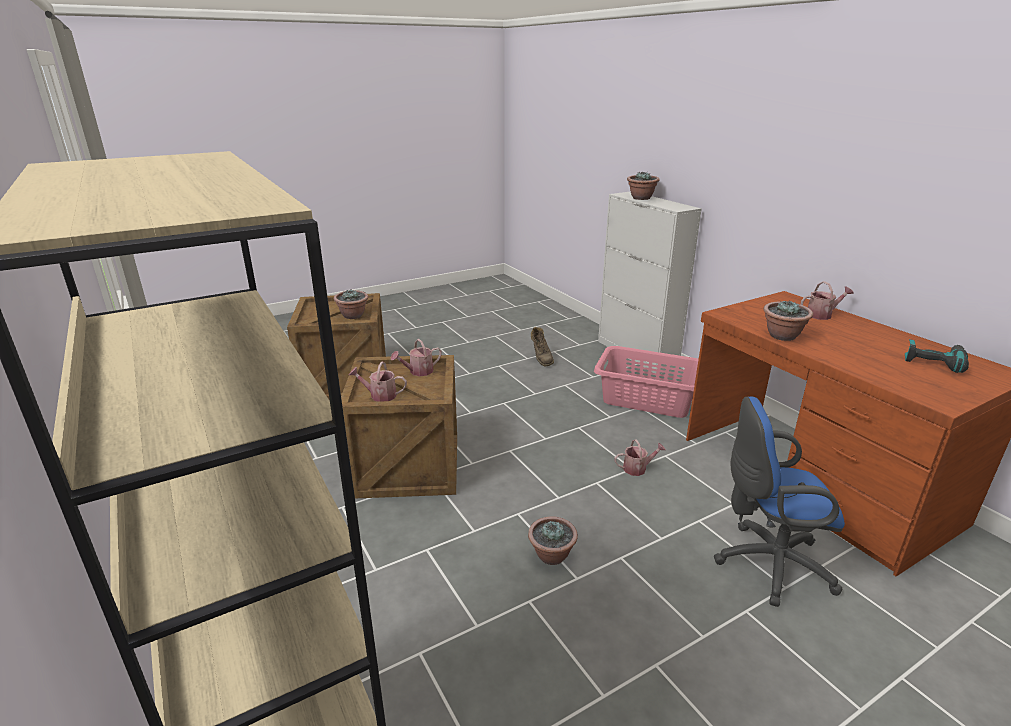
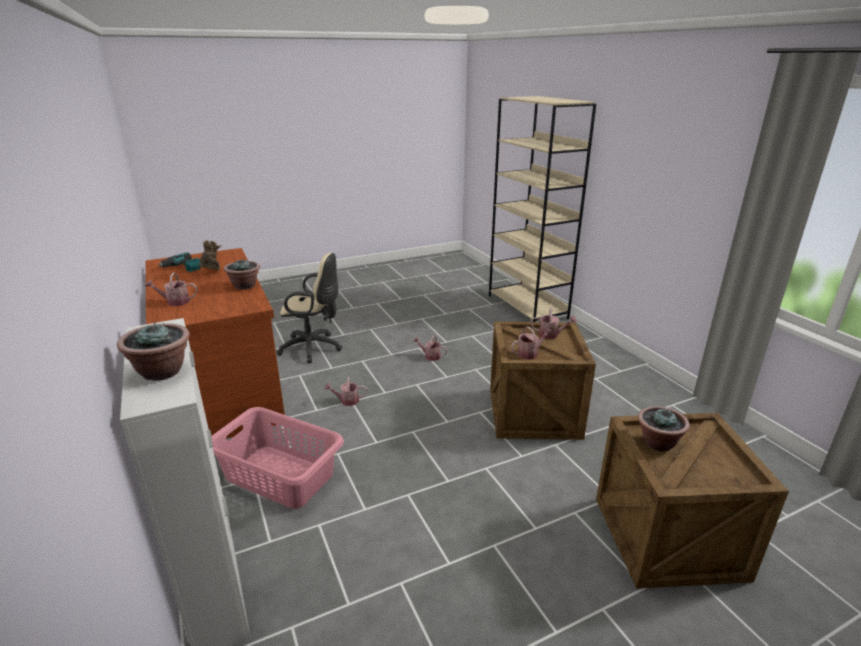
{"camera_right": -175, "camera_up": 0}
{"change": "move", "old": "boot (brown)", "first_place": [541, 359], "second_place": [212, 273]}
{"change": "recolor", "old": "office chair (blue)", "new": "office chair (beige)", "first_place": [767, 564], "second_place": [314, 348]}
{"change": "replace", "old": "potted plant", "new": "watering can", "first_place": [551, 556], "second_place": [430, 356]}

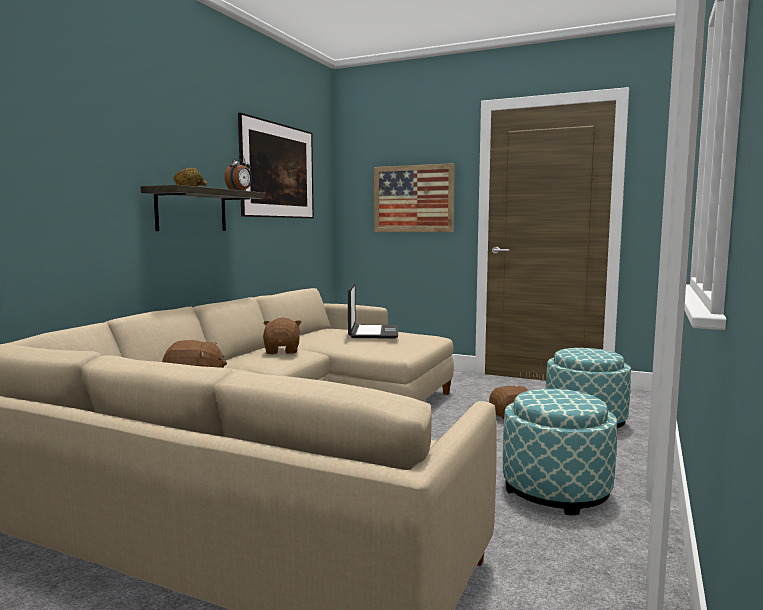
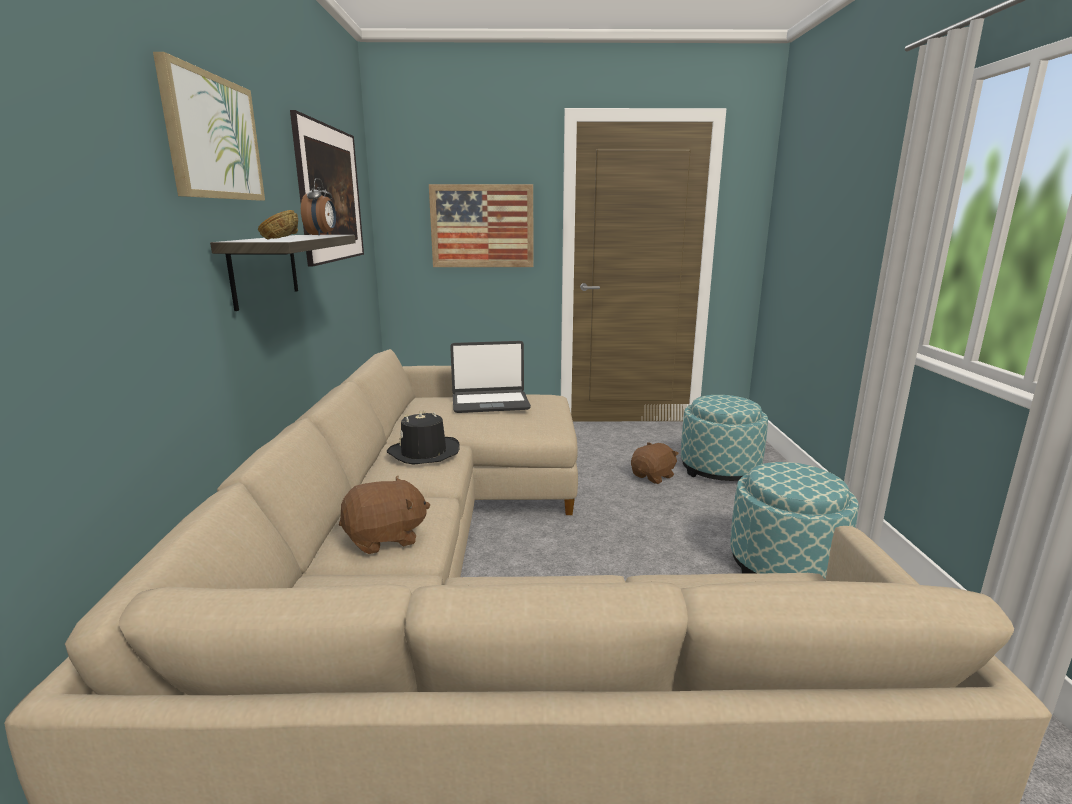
{"camera_right": -25, "camera_up": 10}
{"change": "rotate", "old": "laptop", "first_place": [373, 333], "second_place": [490, 403], "degrees": 105}
{"change": "replace", "old": "plush toy (brown)", "new": "hat (black)", "first_place": [282, 351], "second_place": [423, 453]}
{"change": "insert", "new": "picture", "second_place": [213, 137]}

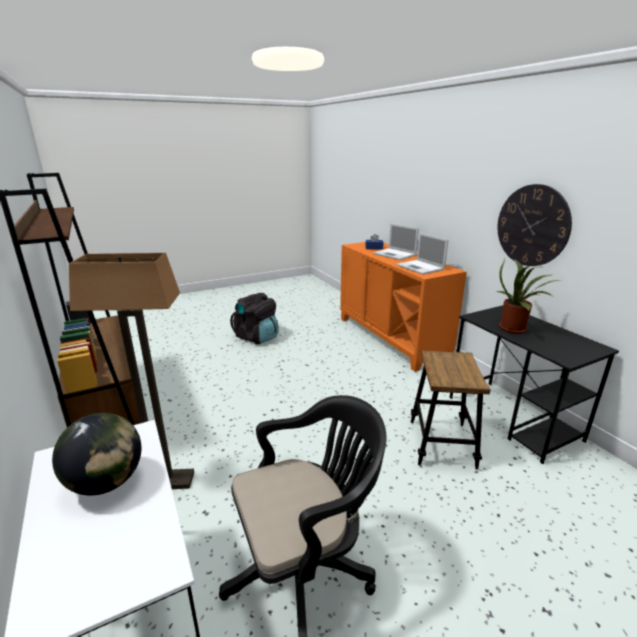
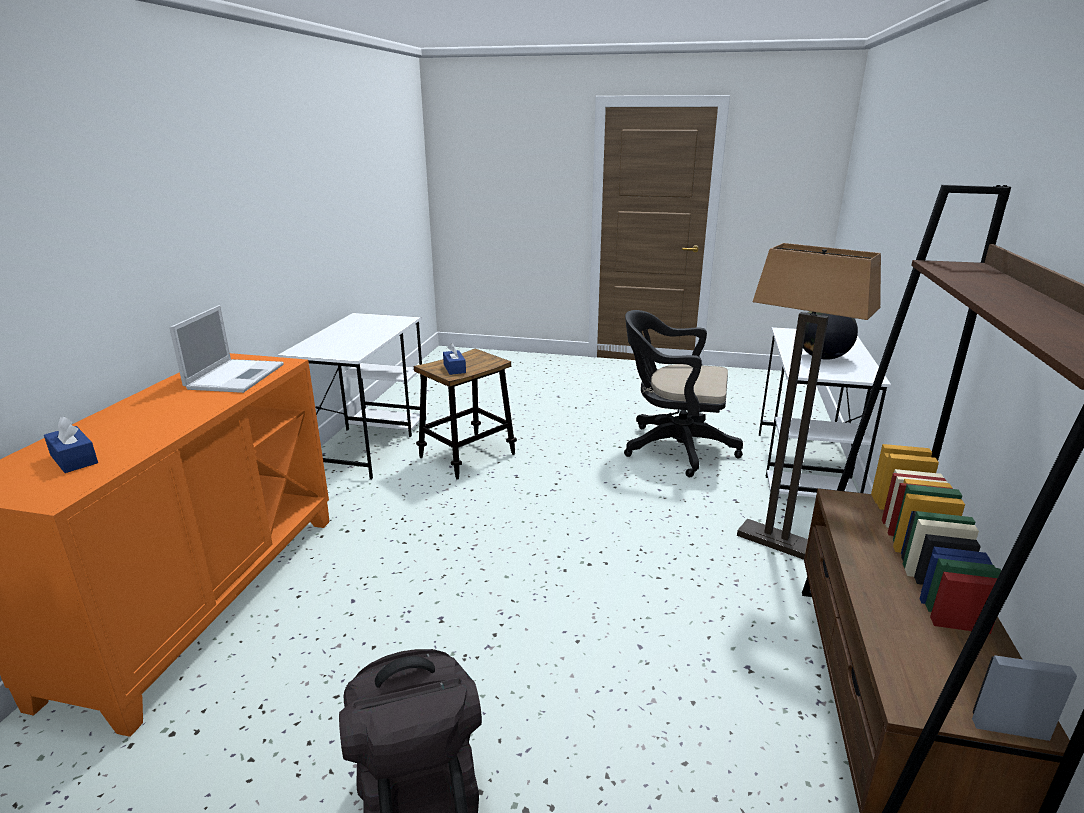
{"camera_right": -140, "camera_up": 0}
{"change": "delete", "old": "wall clock", "first_place": [532, 226]}
{"change": "delete", "old": "laptop", "first_place": [395, 254]}
{"change": "delete", "old": "potted plant", "first_place": [515, 329]}
{"change": "recolor", "old": "desk (black)", "new": "desk (white)", "first_place": [513, 418], "second_place": [368, 442]}
{"change": "insert", "new": "tissue box (blue)", "second_place": [454, 368]}

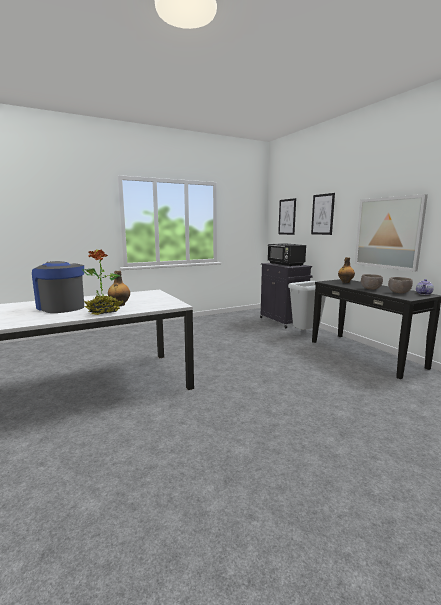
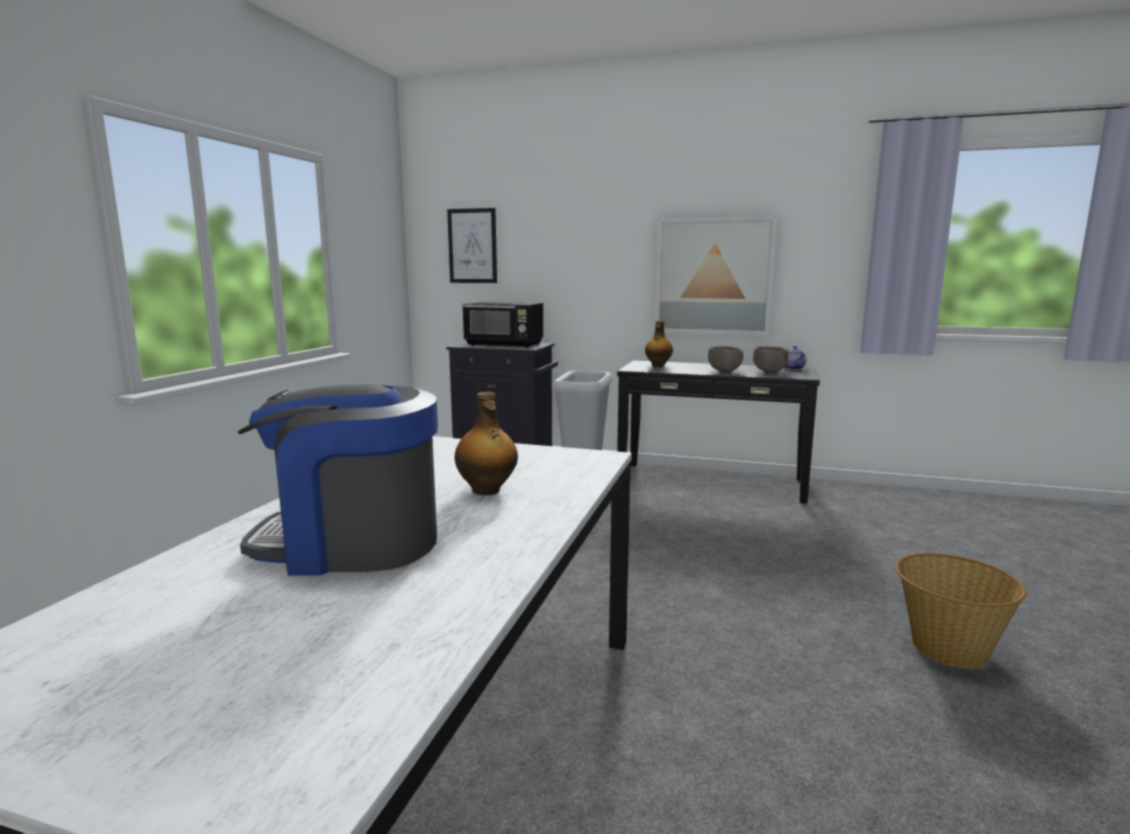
{"camera_right": -45, "camera_up": 0}
{"change": "delete", "old": "picture", "first_place": [322, 214]}
{"change": "delete", "old": "potted plant", "first_place": [104, 312]}
{"change": "insert", "new": "basket", "second_place": [947, 648]}

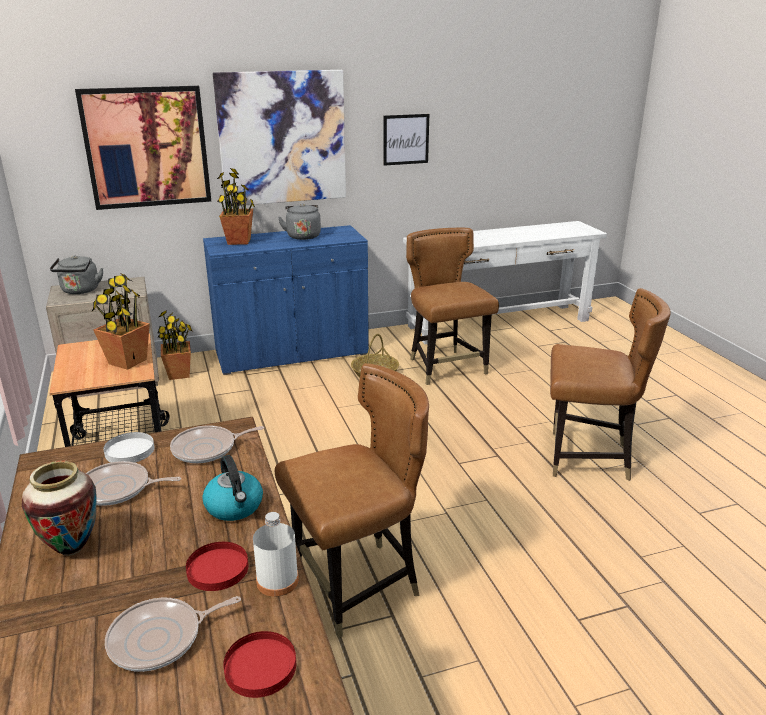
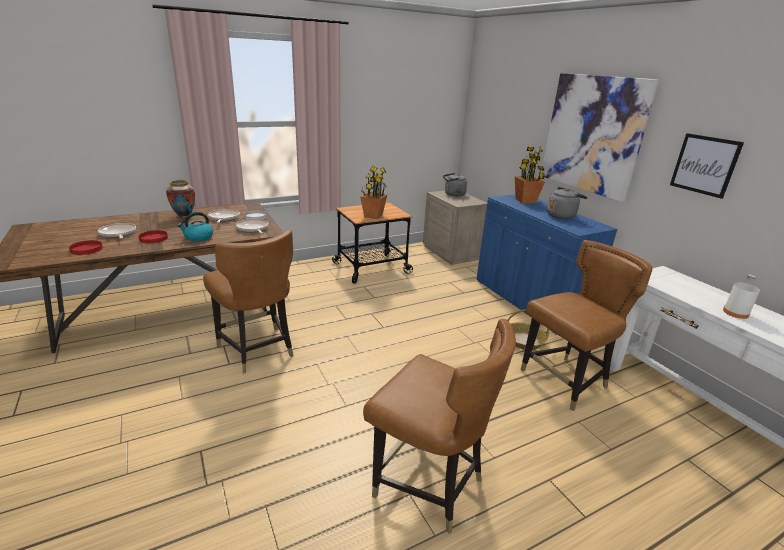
{"camera_right": 80, "camera_up": 0}
{"change": "delete", "old": "picture", "first_place": [146, 147]}
{"change": "rotate", "old": "chair (brown)", "first_place": [588, 457], "second_place": [429, 484], "degrees": -60}
{"change": "delete", "old": "potted plant", "first_place": [179, 374]}
{"change": "move", "old": "bottle (white)", "first_place": [277, 581], "second_place": [735, 313]}

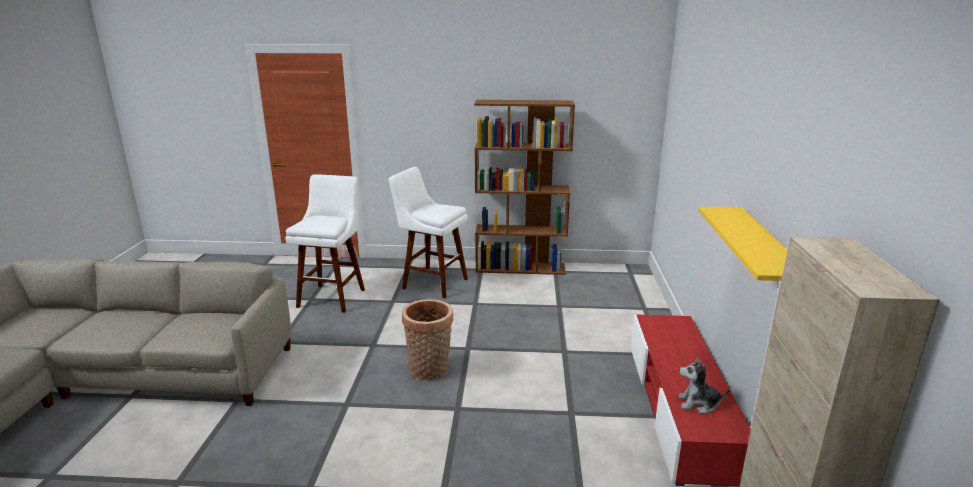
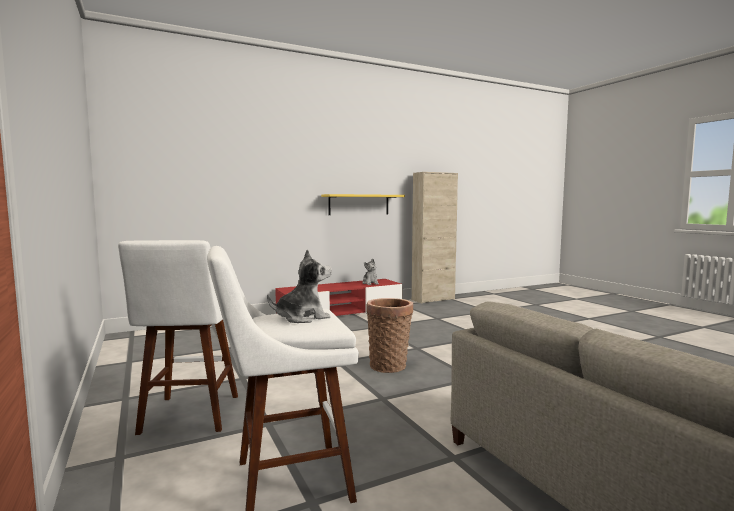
{"camera_right": -120, "camera_up": -15}
{"change": "delete", "old": "bookcase (brown)", "first_place": [521, 268]}
{"change": "insert", "new": "plush toy", "second_place": [302, 318]}

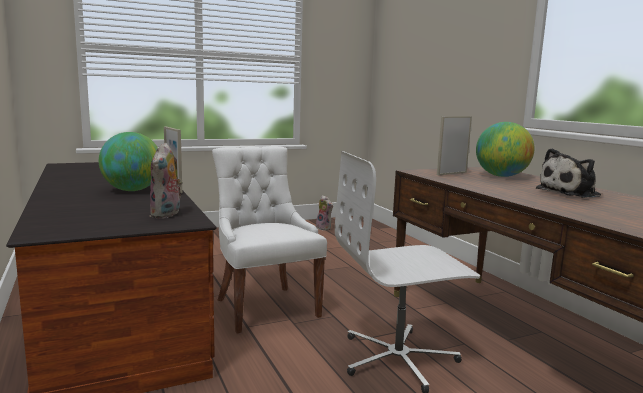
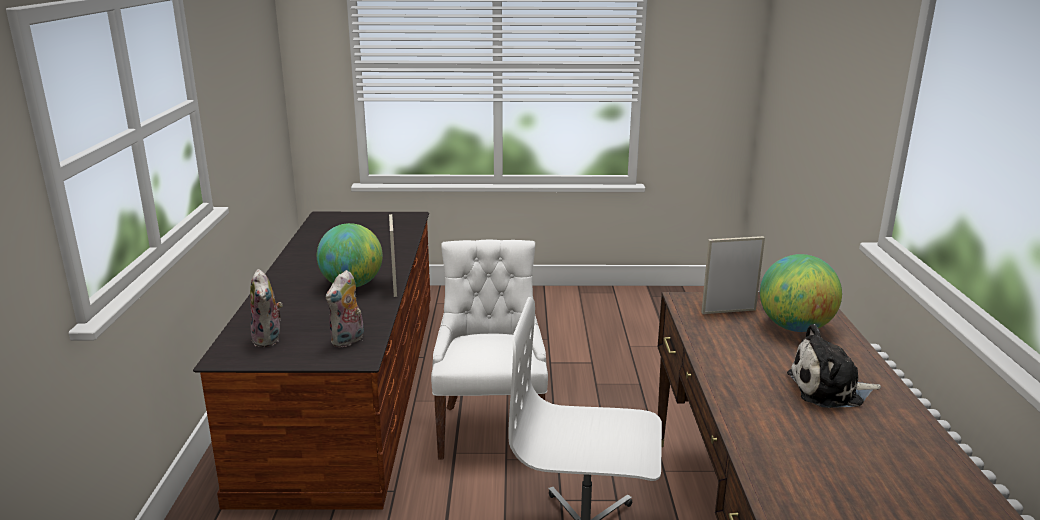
{"camera_right": 25, "camera_up": 10}
{"change": "move", "old": "plush toy", "first_place": [324, 228], "second_place": [269, 339]}

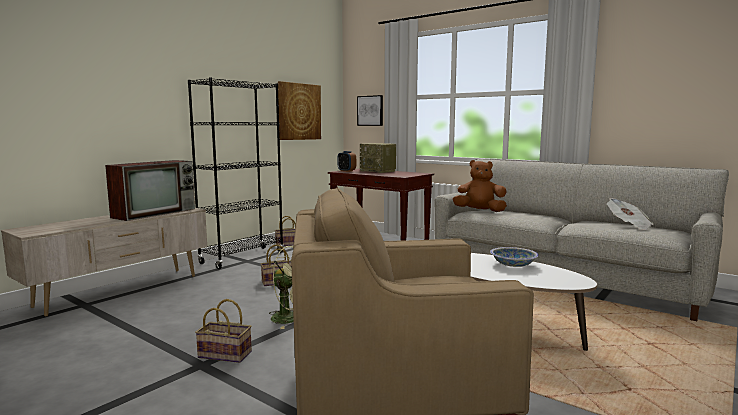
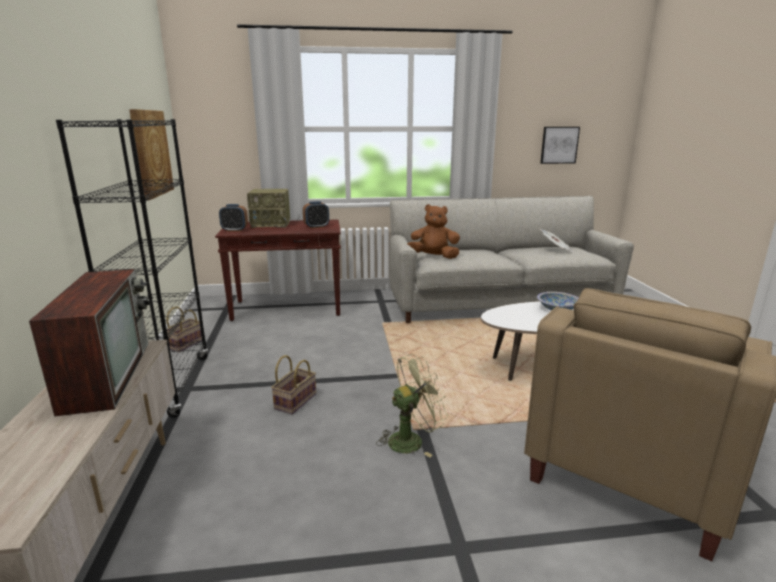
{"camera_right": -45, "camera_up": 10}
{"change": "move", "old": "picture", "first_place": [370, 110], "second_place": [559, 145]}
{"change": "rotate", "old": "plush toy (brown)", "first_place": [479, 211], "second_place": [433, 257], "degrees": 45}
{"change": "delete", "old": "basket", "first_place": [226, 354]}
{"change": "insert", "new": "alarm clock", "second_place": [316, 227]}

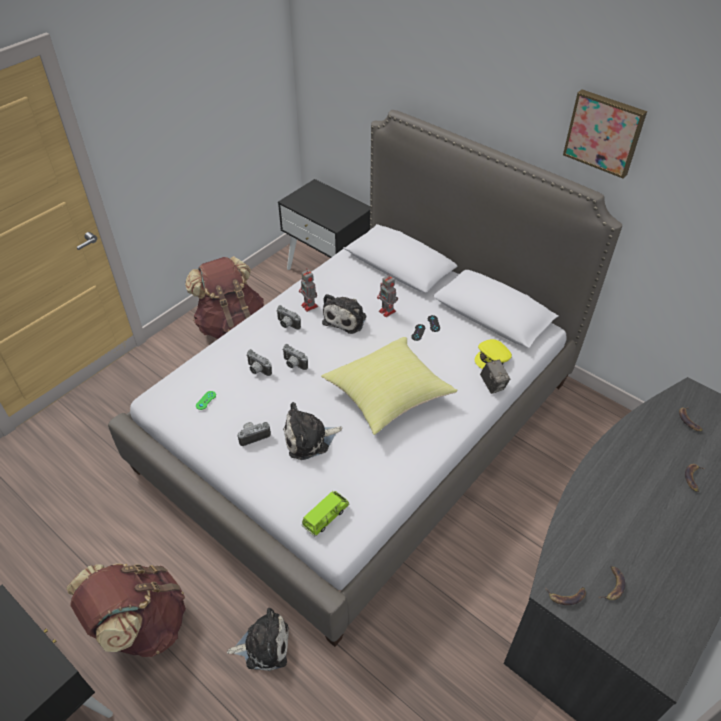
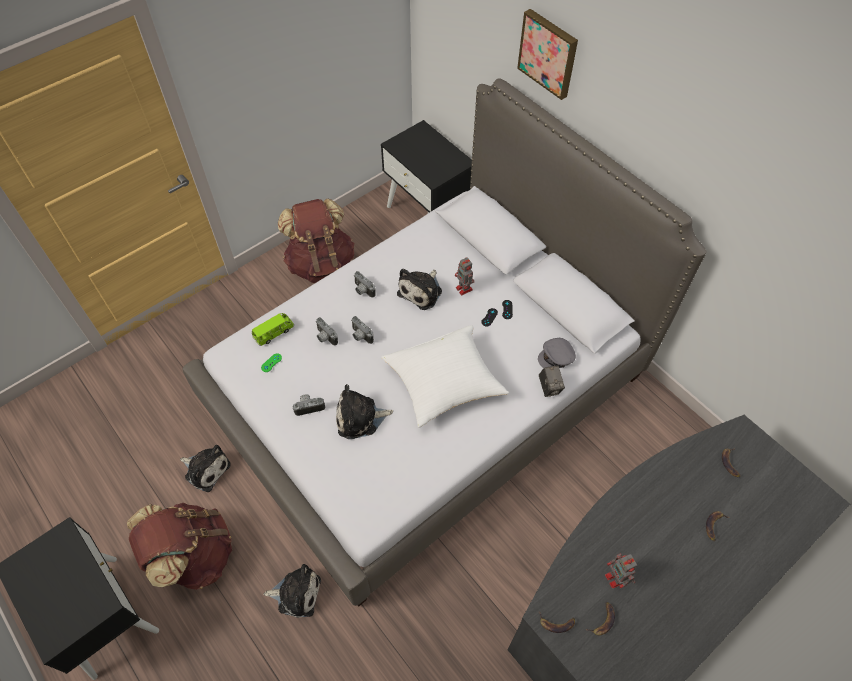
{"camera_right": 10, "camera_up": 10}
{"change": "move", "old": "picture", "first_place": [604, 132], "second_place": [548, 53]}
{"change": "move", "old": "toy robot", "first_place": [310, 306], "second_place": [616, 579]}
{"change": "recolor", "old": "pillow (yellow)", "new": "pillow (white)", "first_place": [388, 397], "second_place": [444, 385]}
{"change": "recolor", "old": "cap (yellow)", "new": "cap (grey)", "first_place": [492, 358], "second_place": [556, 357]}
{"change": "move", "old": "toy car (green)", "first_place": [326, 517], "second_place": [274, 333]}
{"change": "insert", "new": "plush toy", "second_place": [206, 469]}

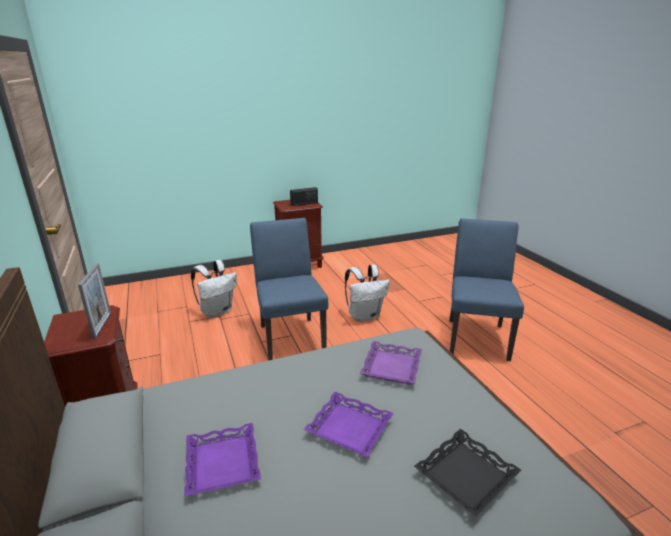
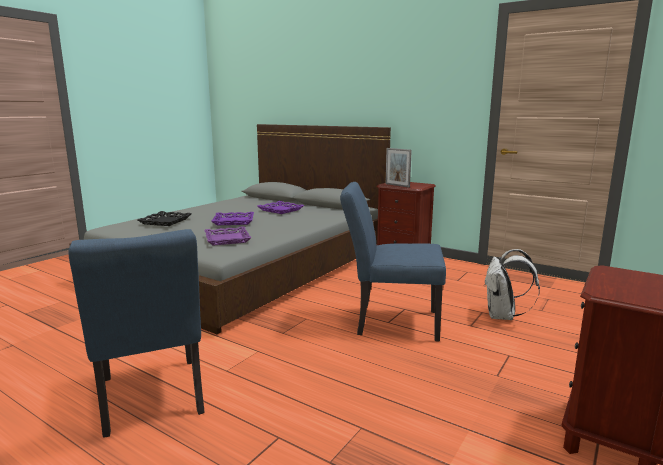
{"camera_right": 145, "camera_up": -10}
{"change": "delete", "old": "radio", "first_place": [304, 203]}
{"change": "rotate", "old": "chair (blue)", "first_place": [290, 334], "second_place": [390, 322], "degrees": 150}
{"change": "delete", "old": "backpack (white)", "first_place": [364, 316]}

